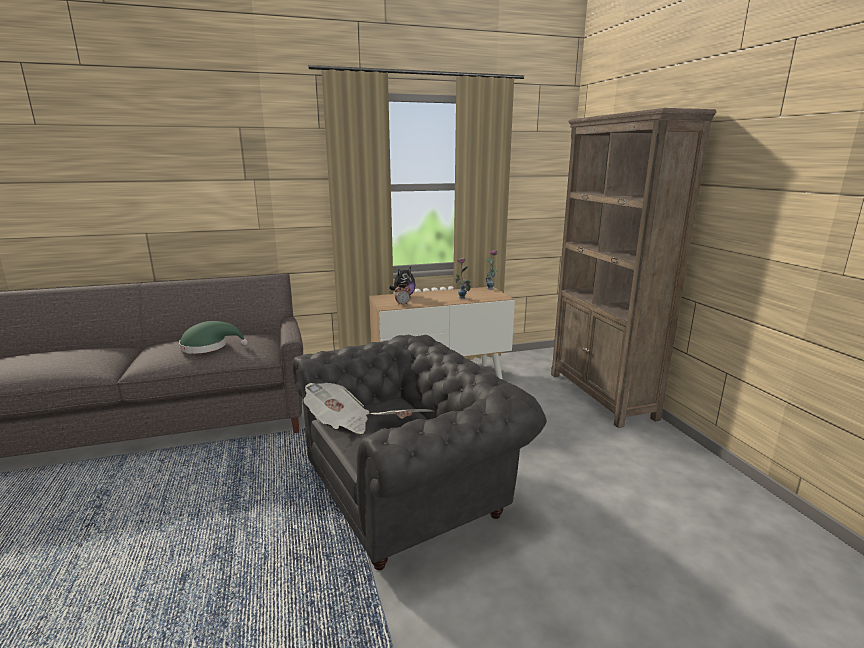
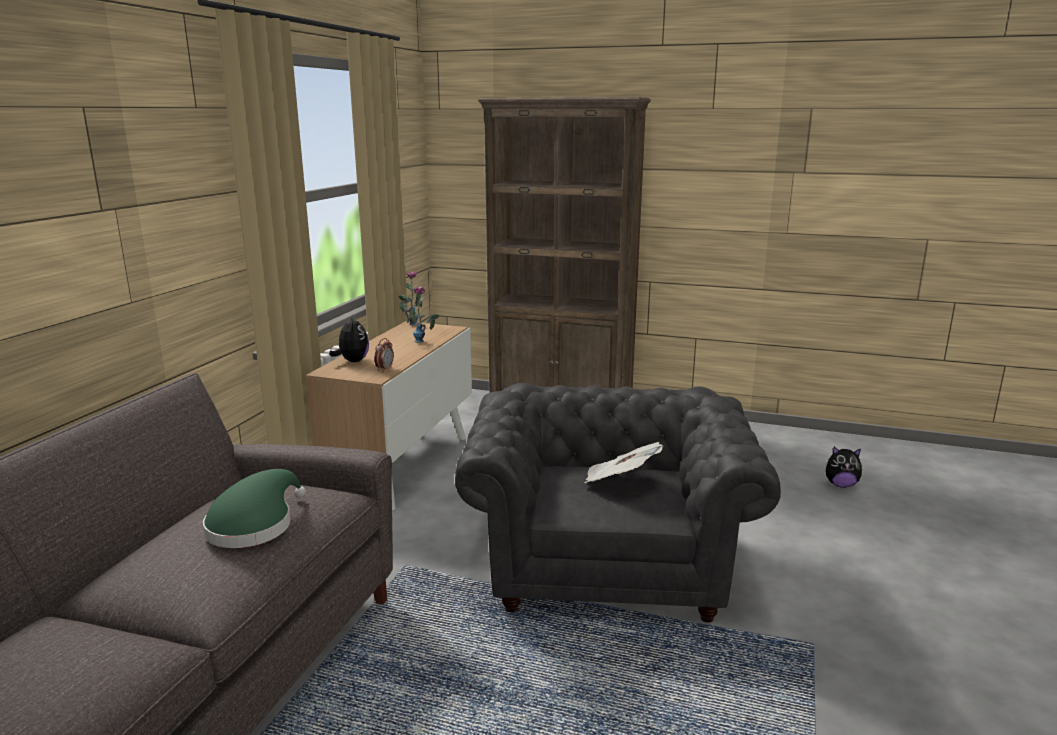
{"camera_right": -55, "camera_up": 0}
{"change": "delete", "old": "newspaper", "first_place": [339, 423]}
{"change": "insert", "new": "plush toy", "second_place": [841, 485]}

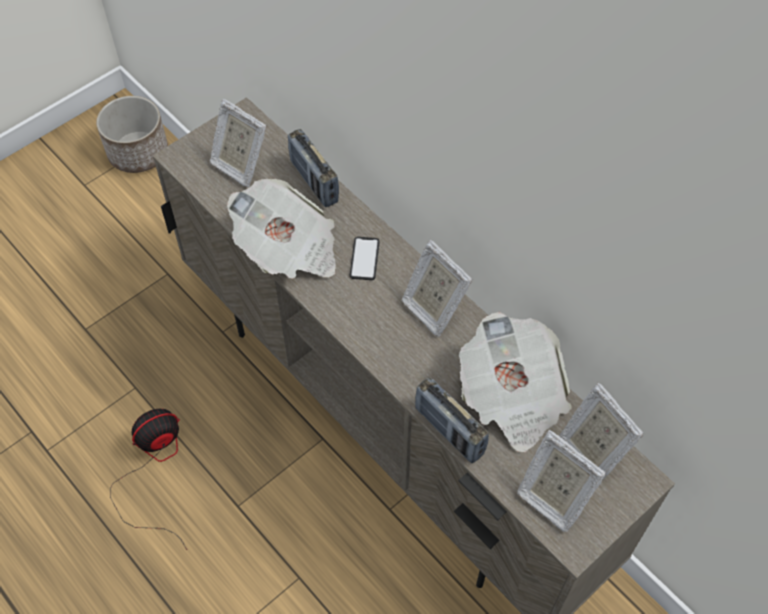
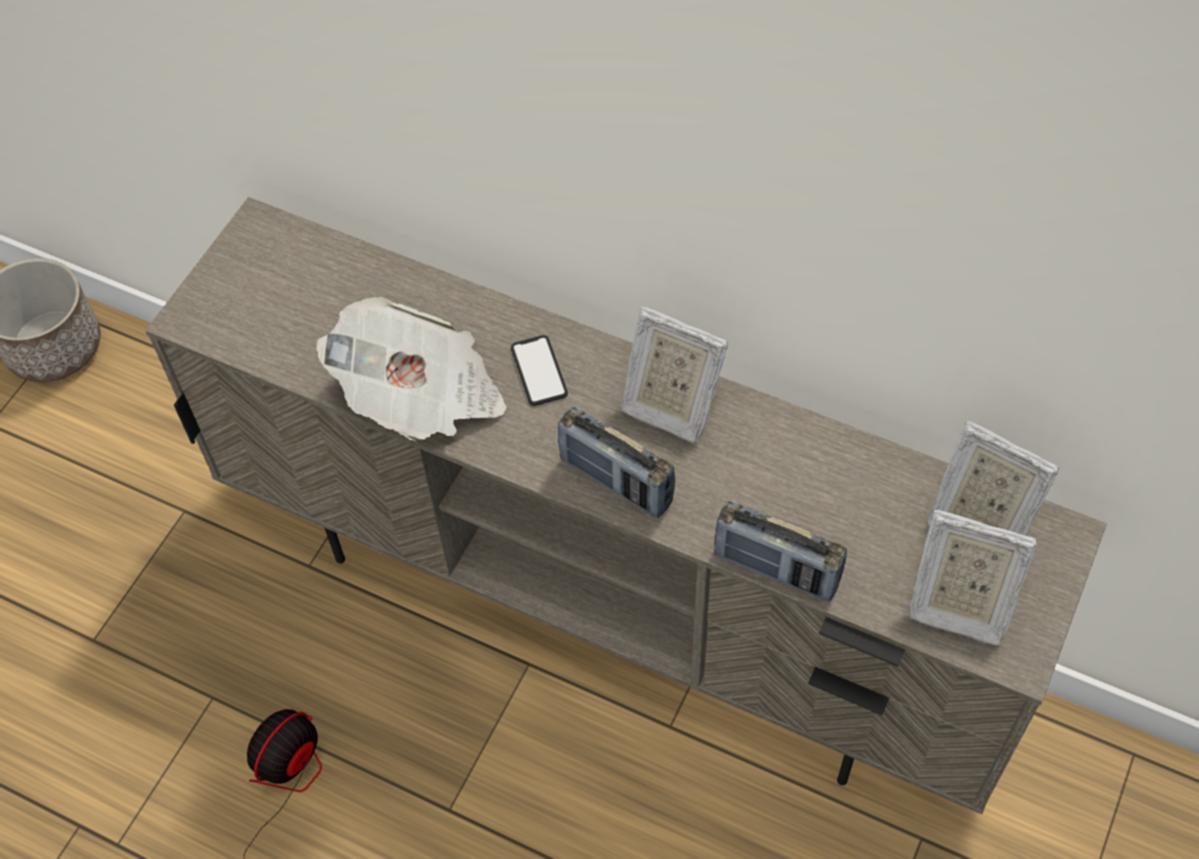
{"camera_right": -20, "camera_up": 0}
{"change": "delete", "old": "picture frame", "first_place": [239, 165]}
{"change": "move", "old": "radio", "first_place": [314, 182], "second_place": [616, 481]}
{"change": "delete", "old": "newspaper", "first_place": [512, 397]}

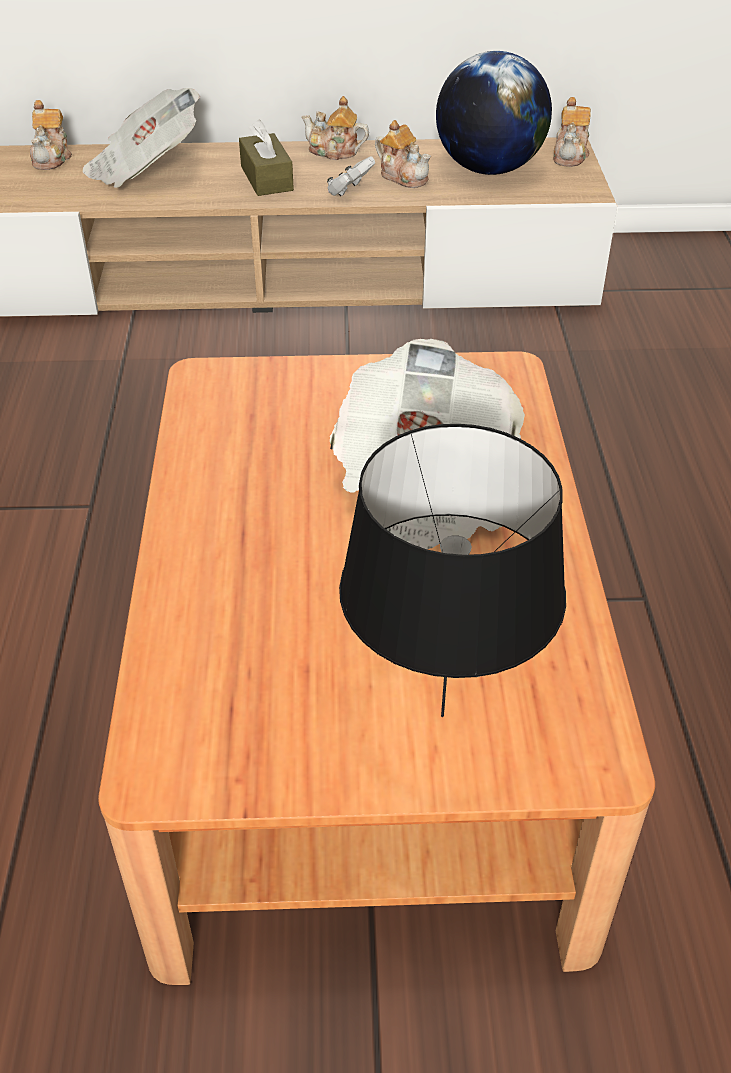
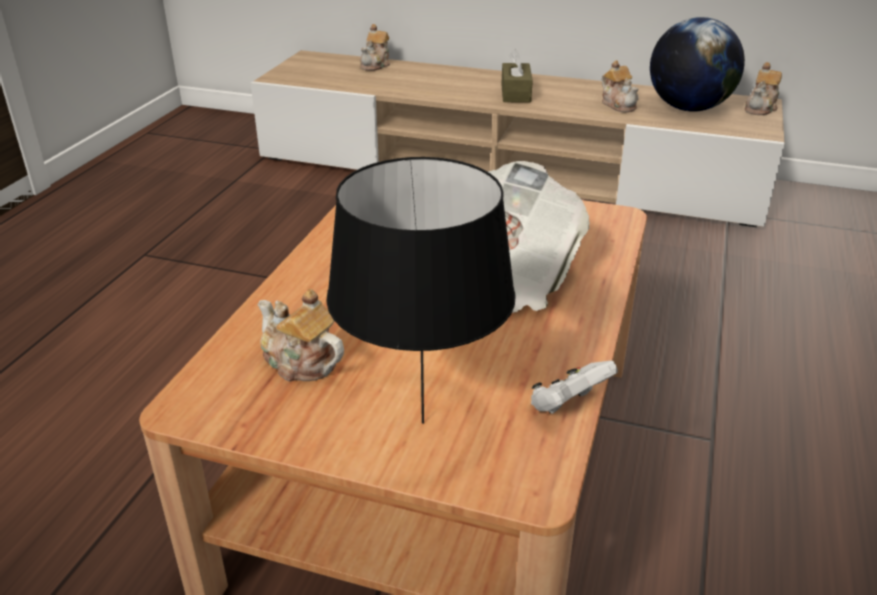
{"camera_right": 20, "camera_up": -10}
{"change": "delete", "old": "newspaper", "first_place": [144, 169]}
{"change": "move", "old": "teapot", "first_place": [334, 152], "second_place": [300, 363]}
{"change": "move", "old": "game controller (white)", "first_place": [349, 191], "second_place": [568, 405]}

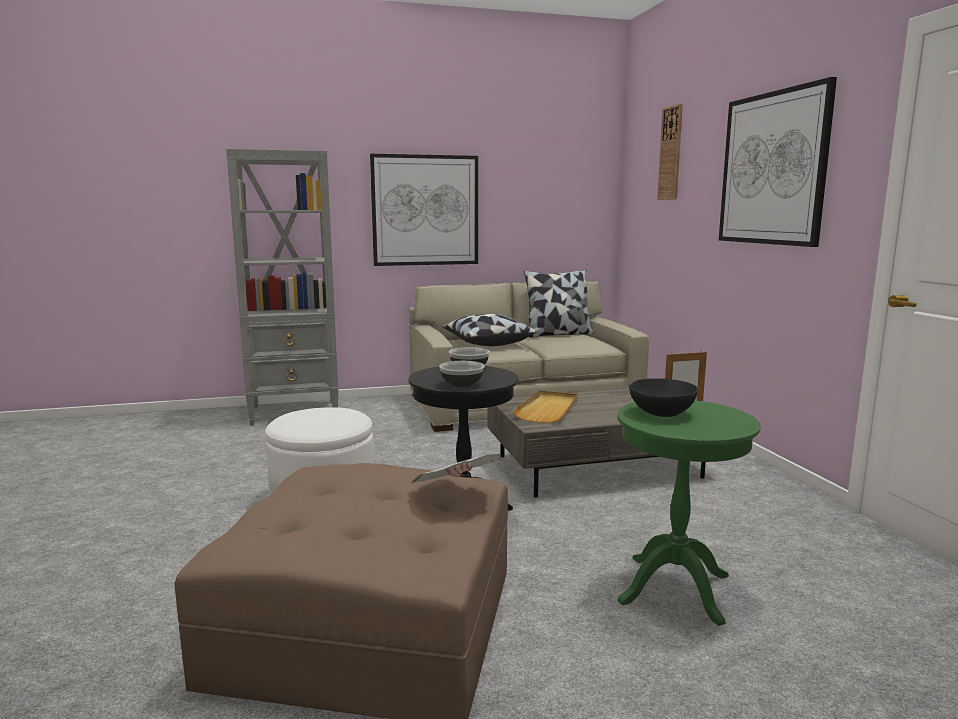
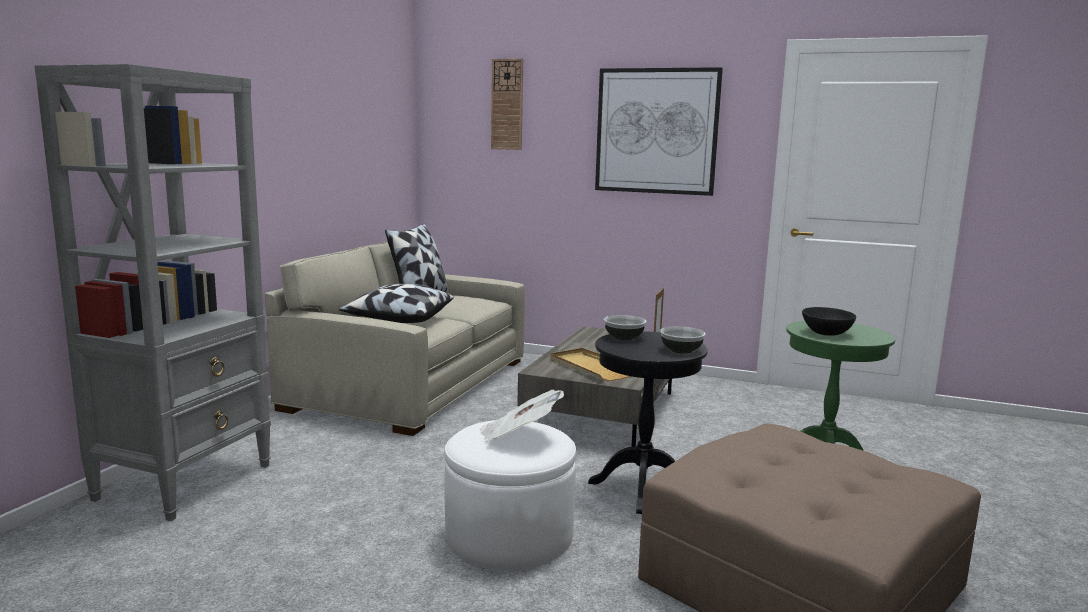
{"camera_right": -55, "camera_up": 0}
{"change": "delete", "old": "picture", "first_place": [425, 210]}
{"change": "move", "old": "newspaper", "first_place": [454, 492], "second_place": [518, 436]}

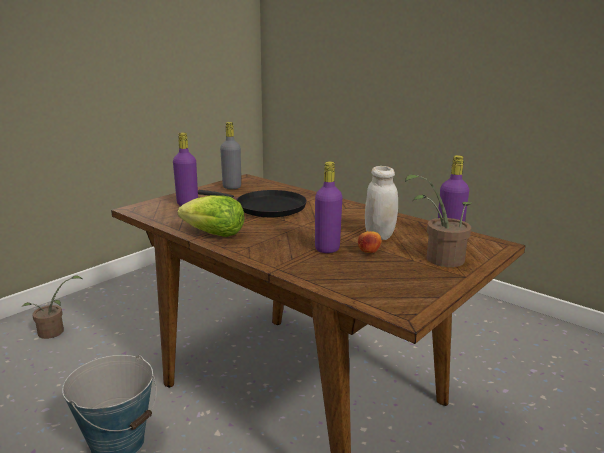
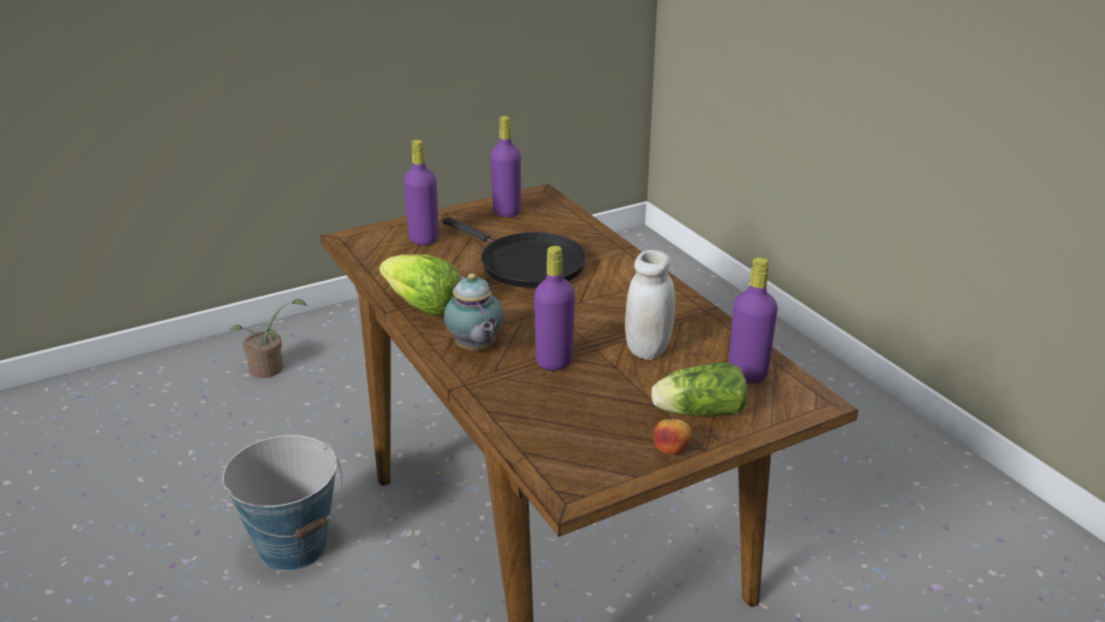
{"camera_right": 20, "camera_up": 10}
{"change": "recolor", "old": "bottle (grey)", "new": "bottle (purple)", "first_place": [232, 187], "second_place": [507, 212]}
{"change": "replace", "old": "potted plant", "new": "lettuce", "first_place": [439, 259], "second_place": [696, 412]}
{"change": "move", "old": "apple", "first_place": [368, 252], "second_place": [671, 451]}
{"change": "insert", "new": "teapot", "second_place": [475, 349]}

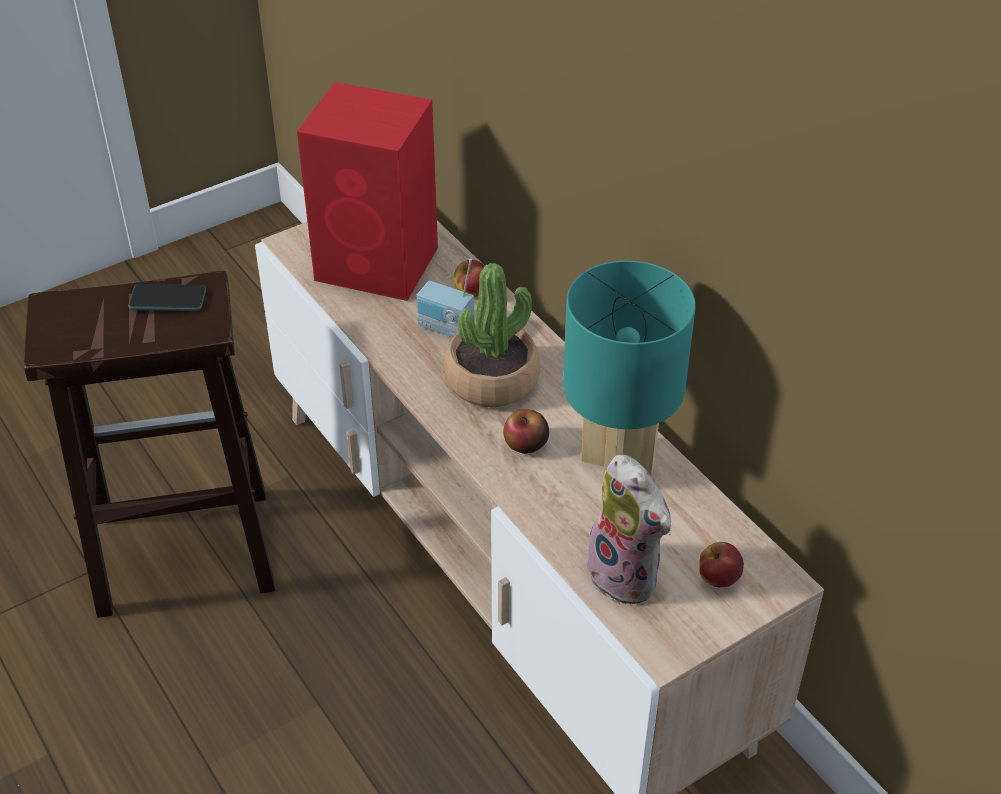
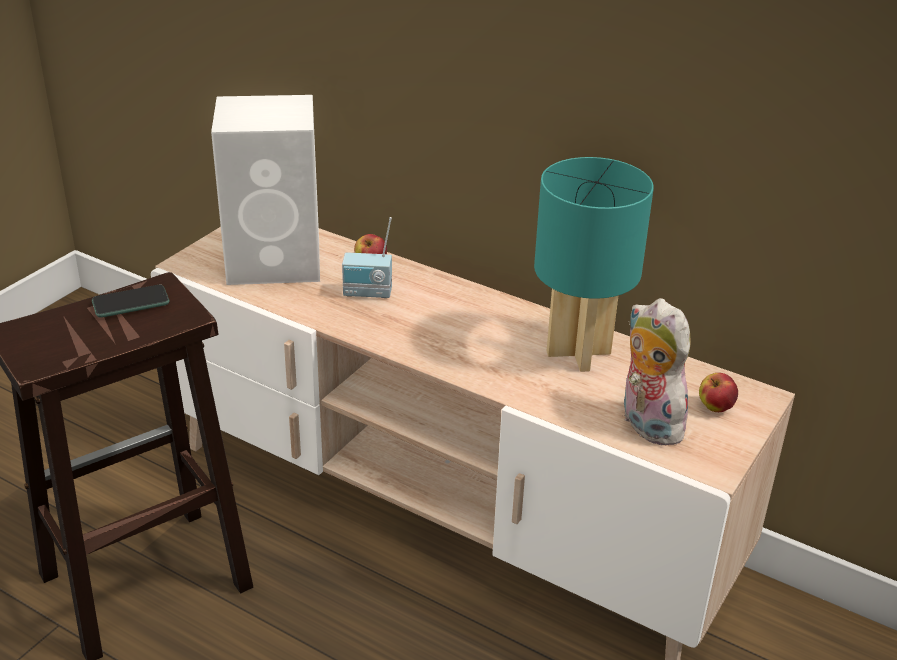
{"camera_right": -25, "camera_up": -10}
{"change": "recolor", "old": "speaker (red)", "new": "speaker (white)", "first_place": [380, 264], "second_place": [277, 262]}
{"change": "delete", "old": "potted plant", "first_place": [492, 379]}
{"change": "delete", "old": "apple", "first_place": [526, 444]}
{"change": "rotate", "old": "plush toy", "first_place": [628, 575], "second_place": [646, 424], "degrees": -150}

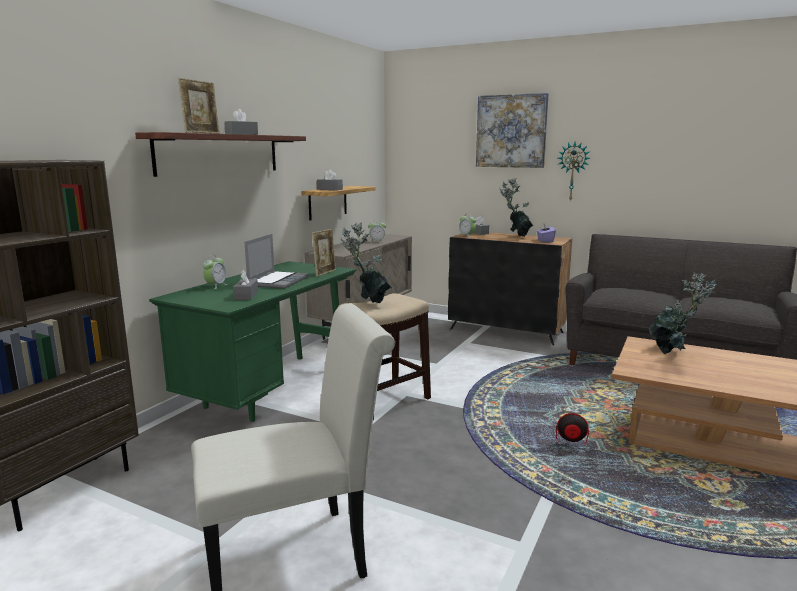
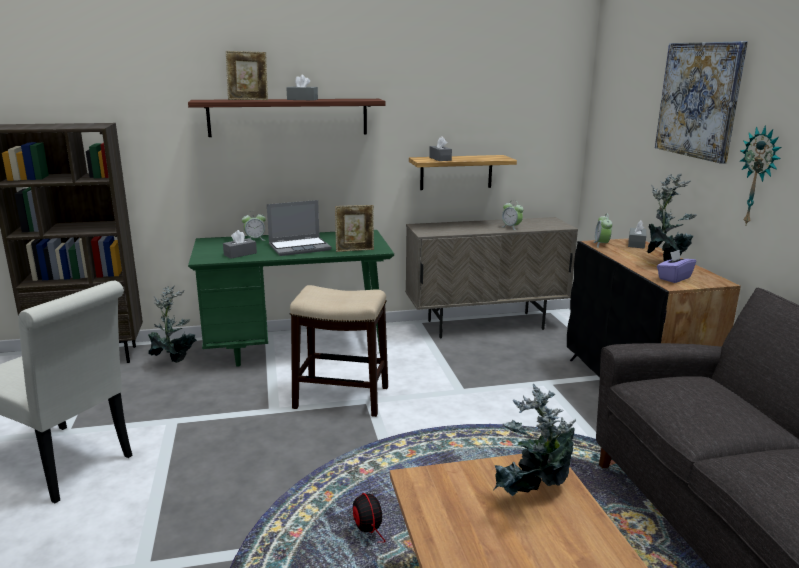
{"camera_right": 50, "camera_up": 5}
{"change": "move", "old": "potted plant", "first_place": [368, 303], "second_place": [174, 359]}

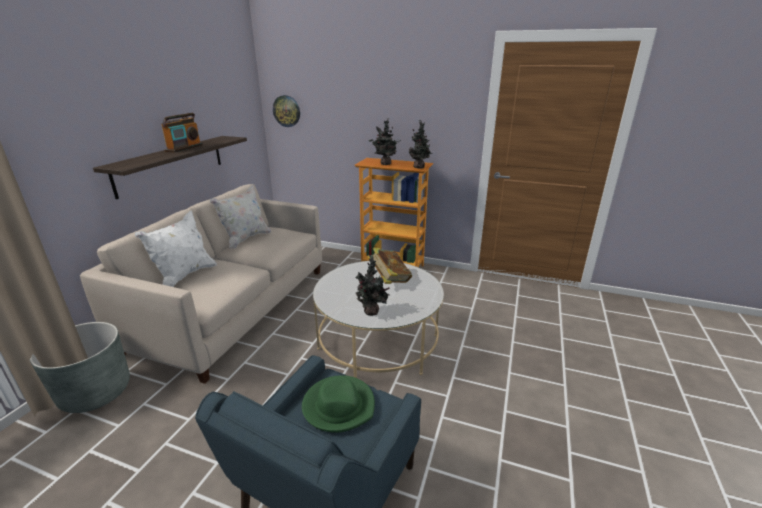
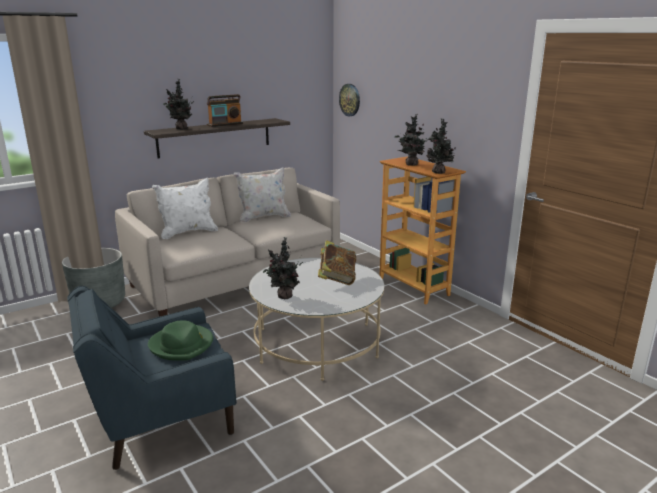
{"camera_right": 35, "camera_up": -5}
{"change": "insert", "new": "potted plant", "second_place": [181, 129]}

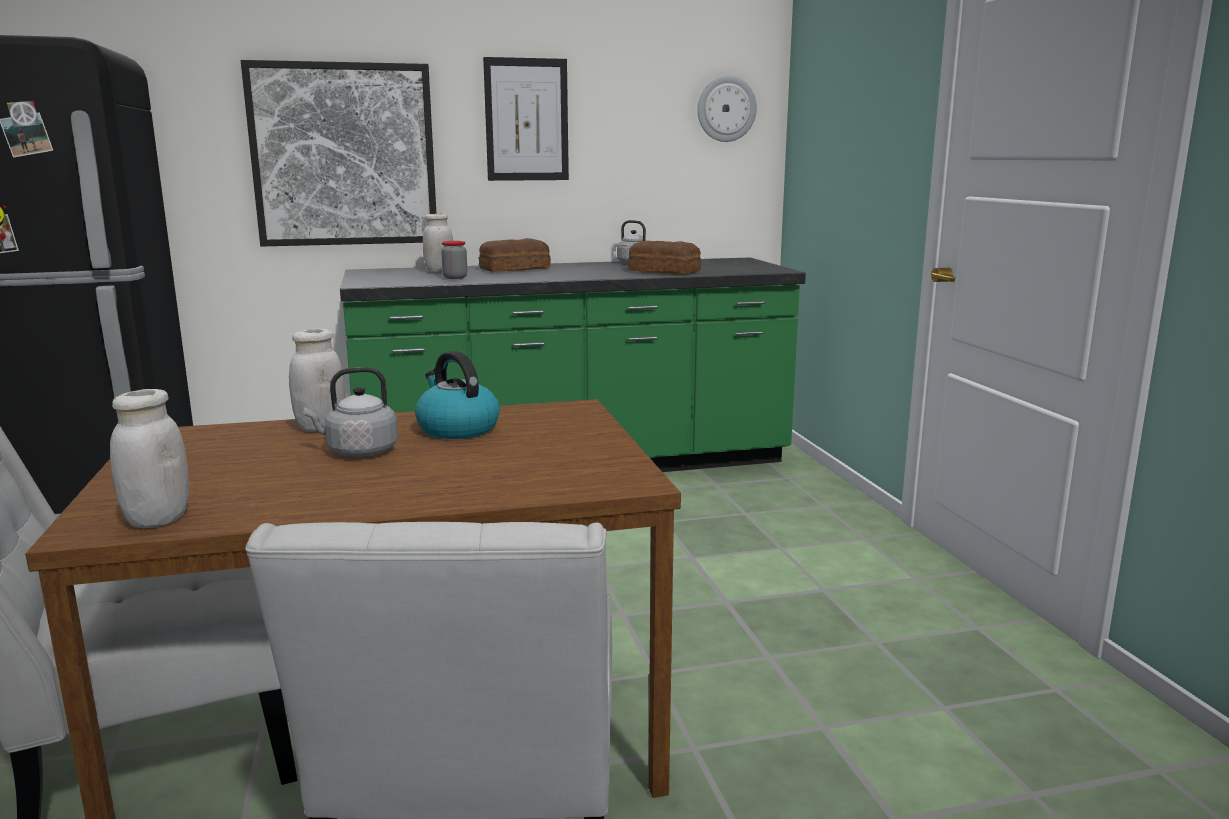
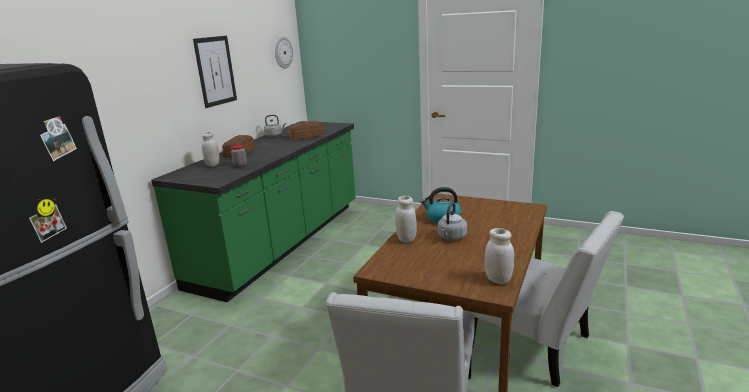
{"camera_right": -50, "camera_up": 5}
{"change": "delete", "old": "picture", "first_place": [344, 155]}

